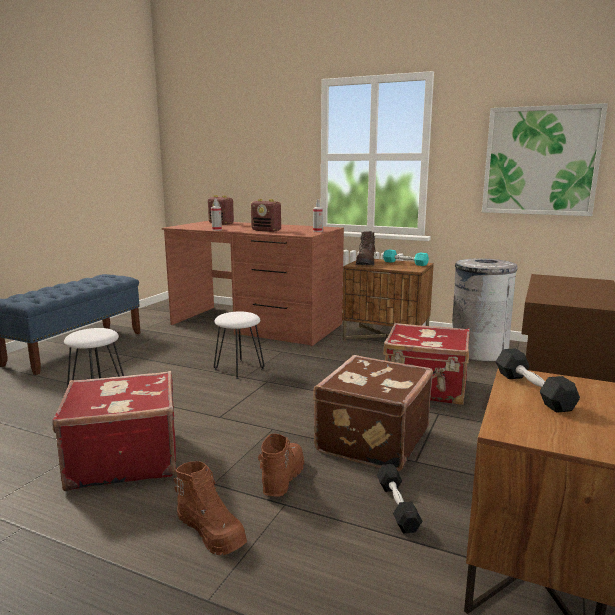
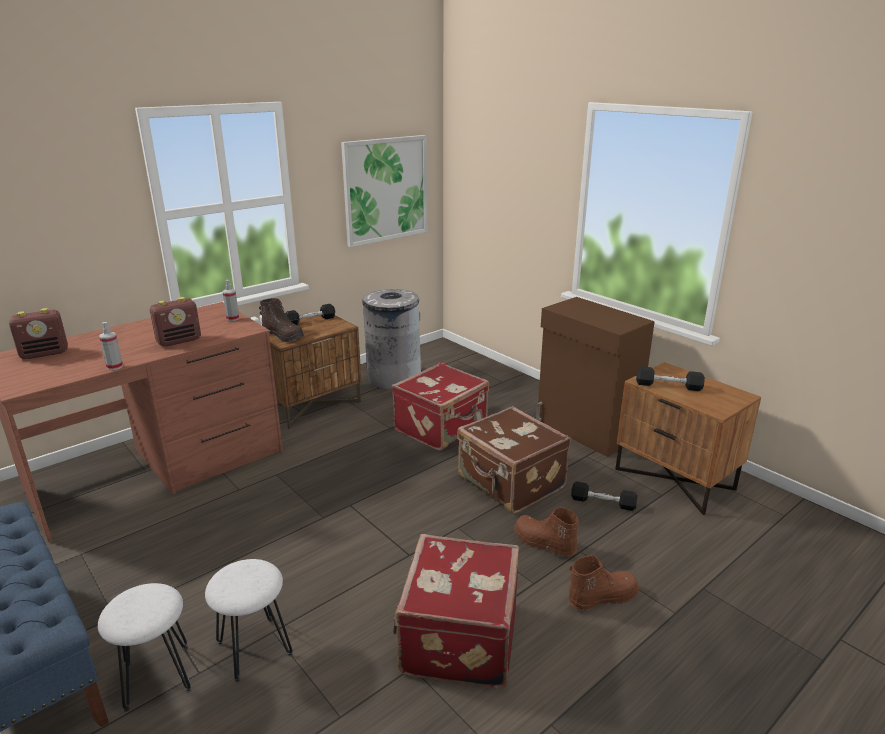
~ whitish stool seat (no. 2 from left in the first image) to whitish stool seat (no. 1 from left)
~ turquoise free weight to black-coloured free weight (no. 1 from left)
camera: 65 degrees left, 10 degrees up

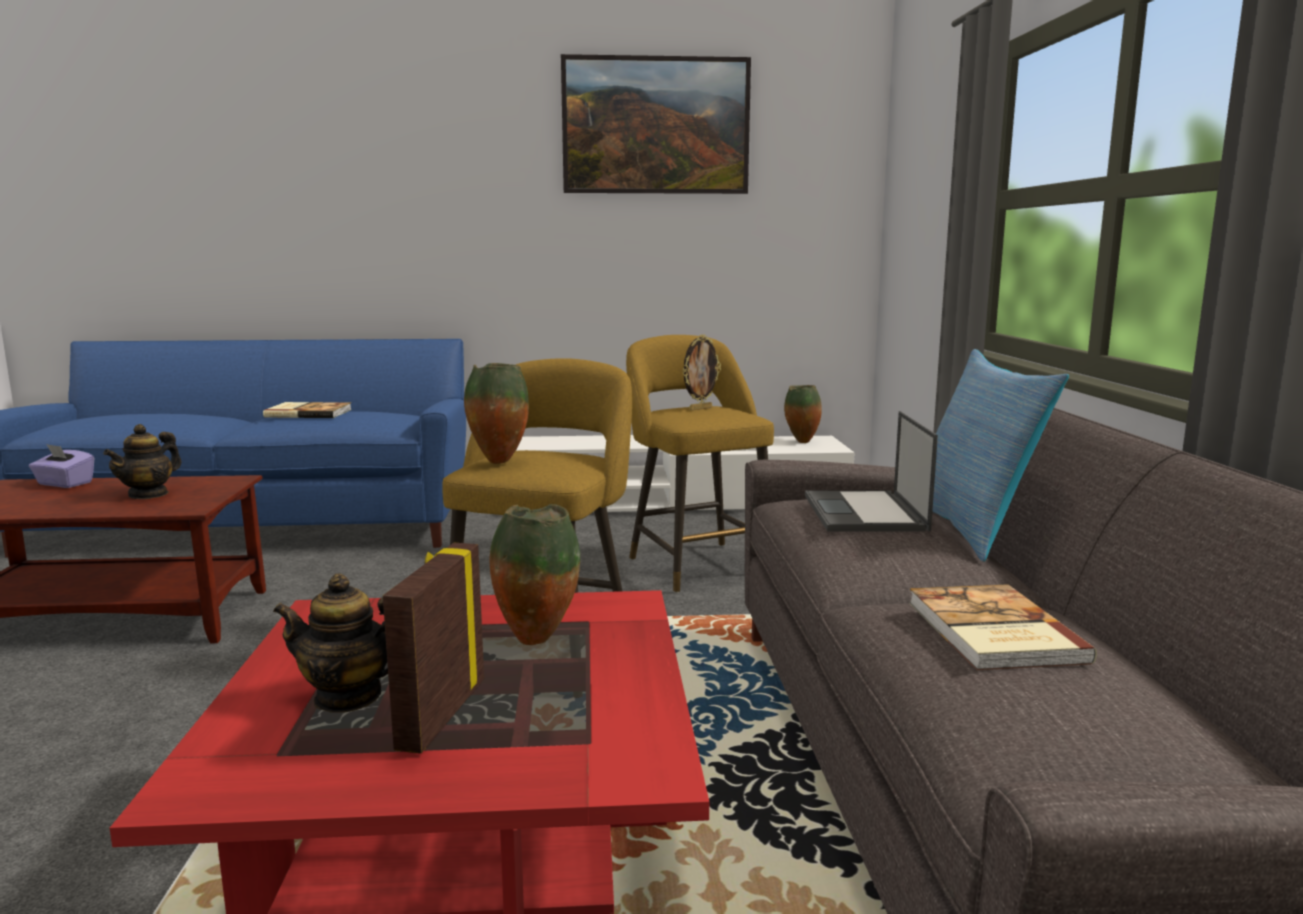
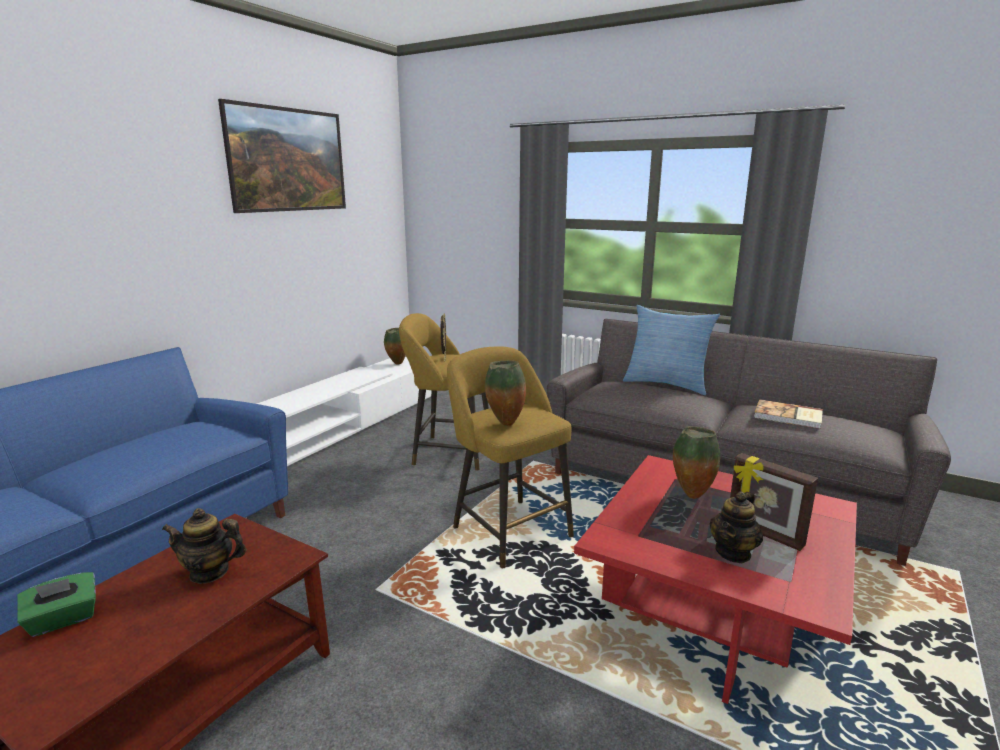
~ purplish tissue holder to green tissue holder
~ tea pot (no. 1 from left) 120 degrees clockwise
- volume (no. 1 from left)
- portable computer
camera: 55 degrees left, 5 degrees up

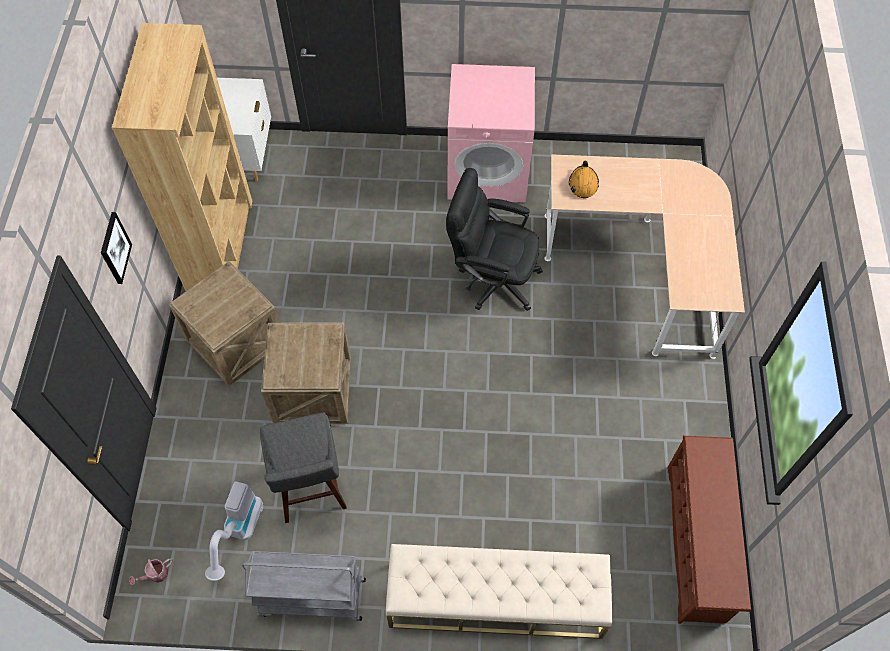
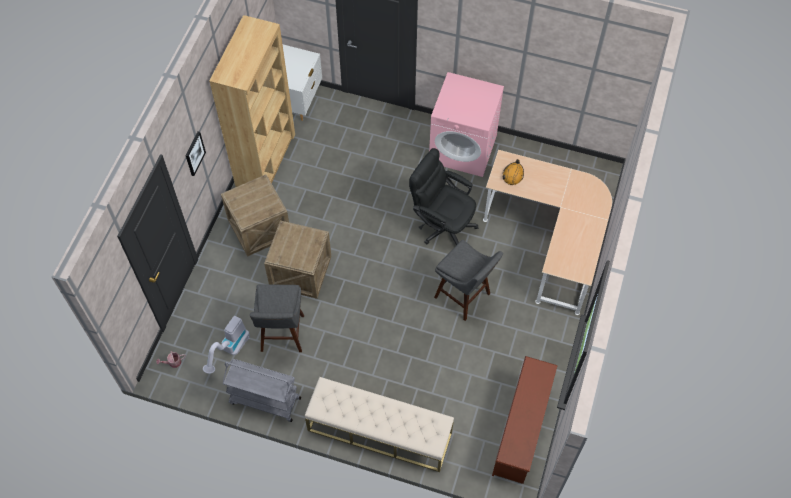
+ greyish stool seat (no. 2 from left)
camera: 15 degrees right, 0 degrees up

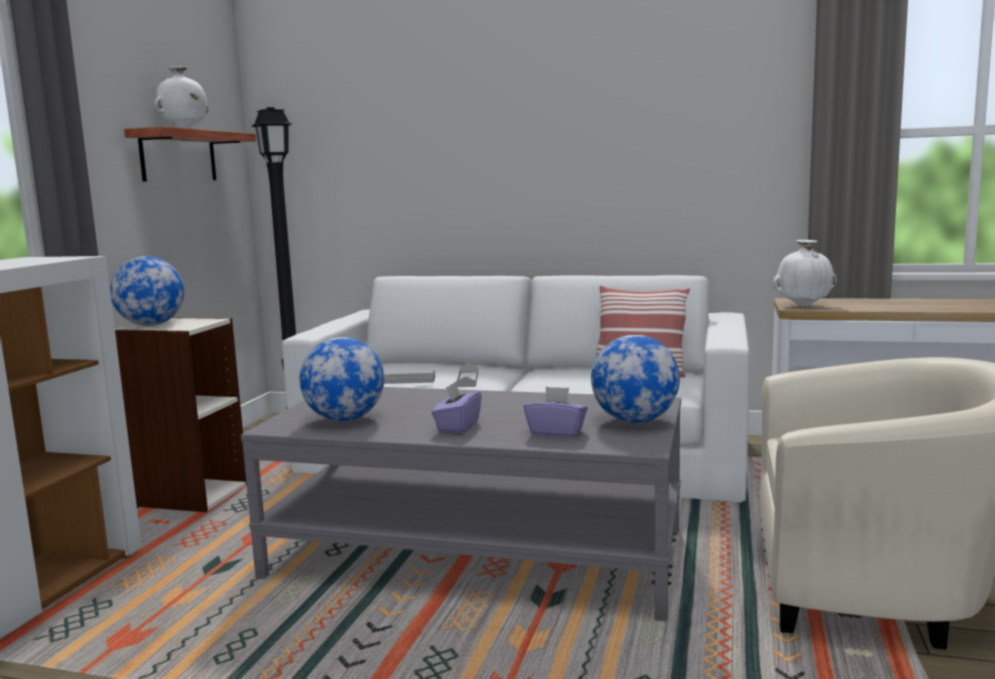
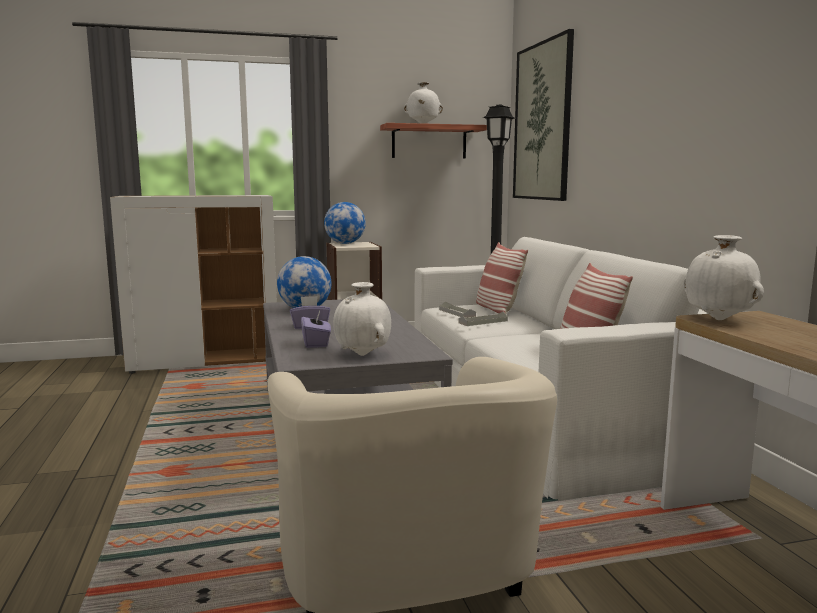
~ world globe (no. 3 from left) to whitish flower vase (no. 1 from left)
+ cushion (no. 1 from left)
+ wall art
camera: 60 degrees right, 0 degrees up

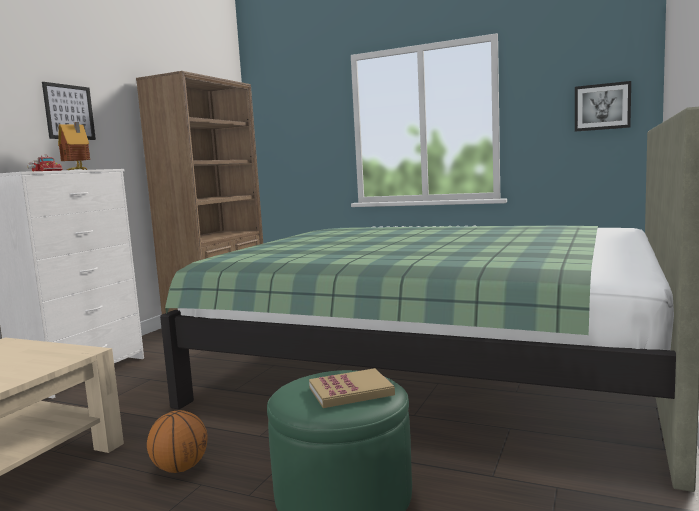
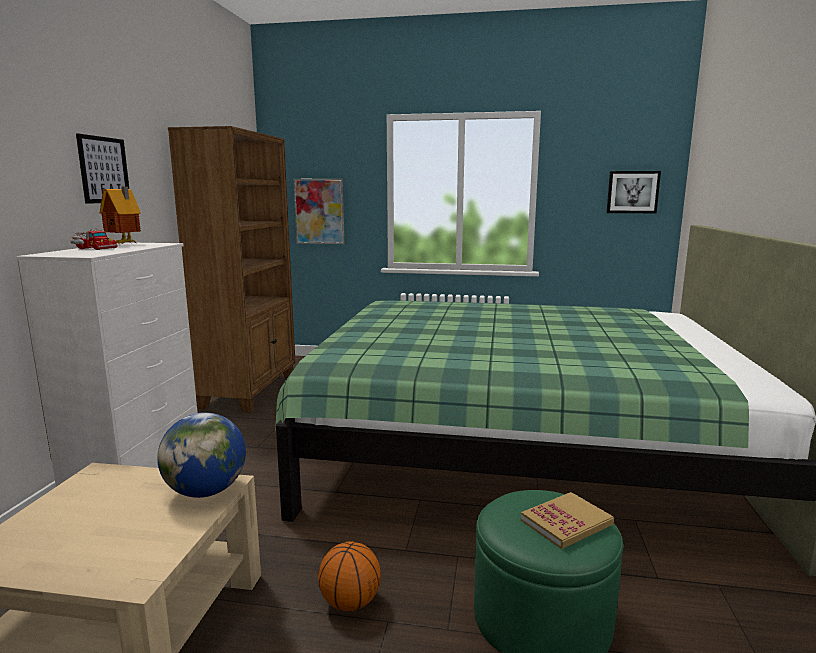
+ world globe
+ wall art (no. 2 from left)
camera: 15 degrees left, 5 degrees up

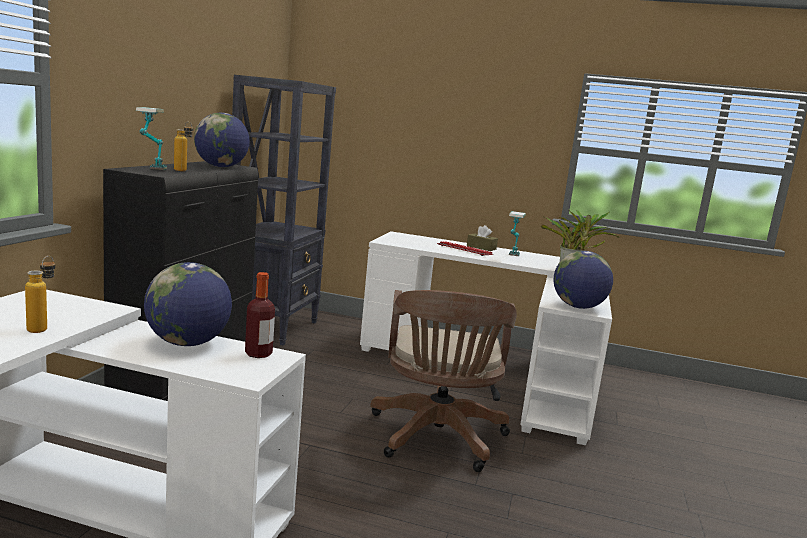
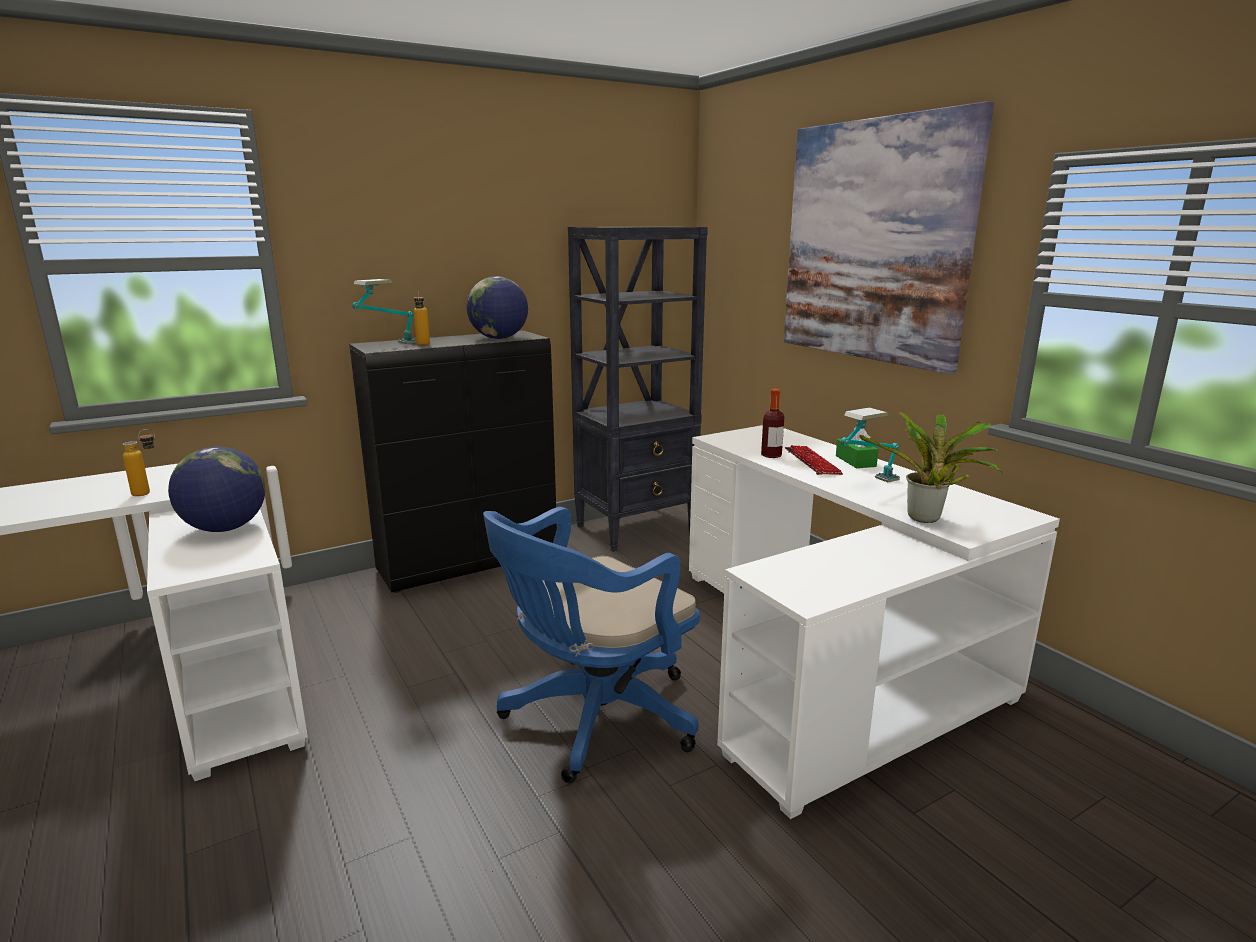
~ bottle (no. 3 from left)
~ brown office chair to blue office chair
~ brown tissue holder to green tissue holder
- world globe (no. 3 from left)
+ wall art
camera: 45 degrees right, 5 degrees up

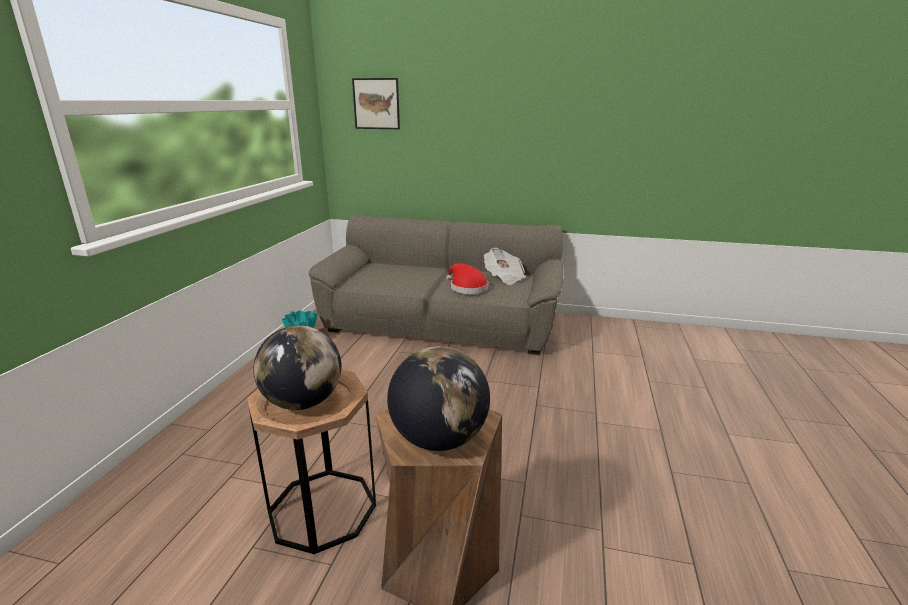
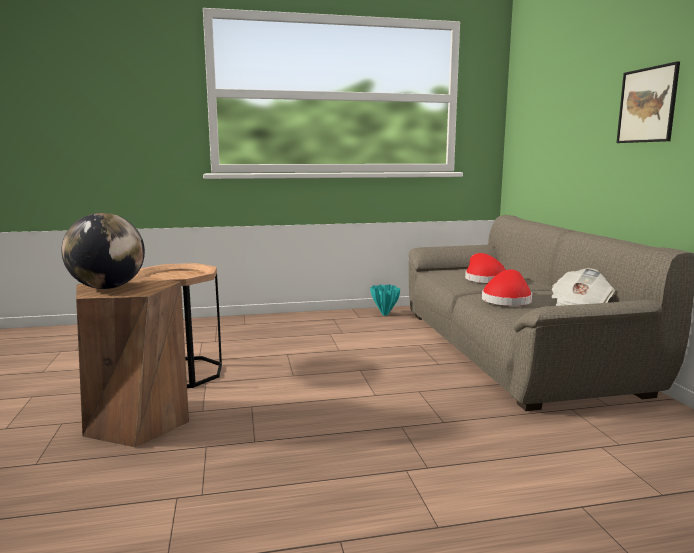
- world globe (no. 1 from left)
~ wall art
+ red-coloured wearable hat (no. 1 from left)
camera: 65 degrees right, 10 degrees down

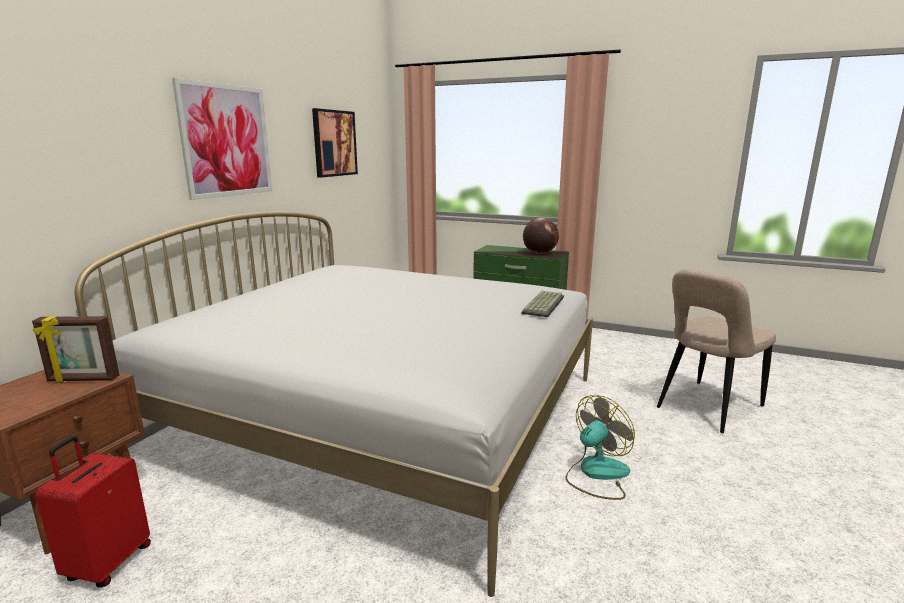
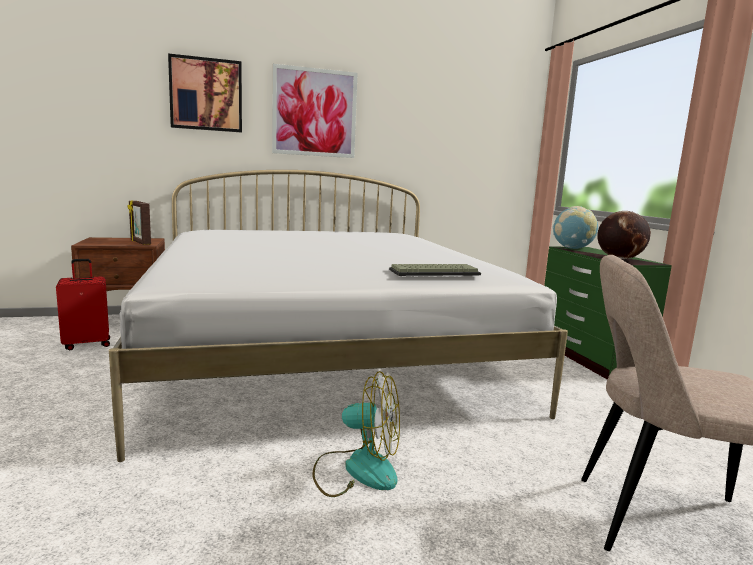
~ wall art (no. 2 from left in the first image) to wall art (no. 1 from left)
+ world globe (no. 1 from left)
camera: 50 degrees right, 5 degrees down

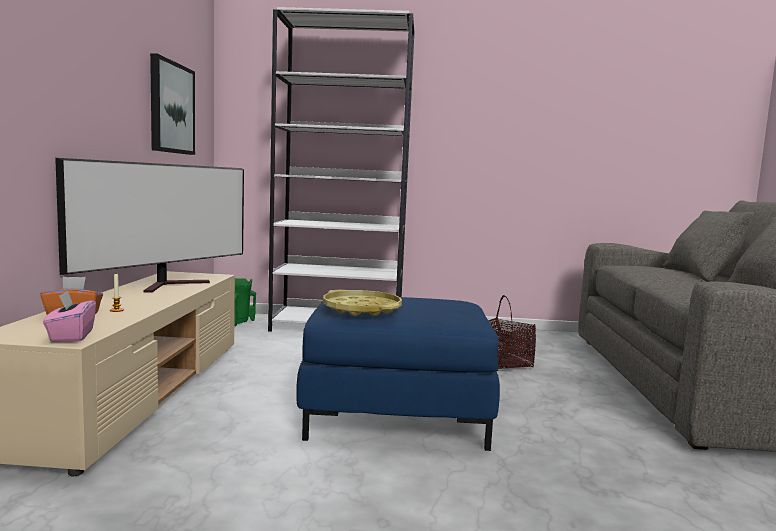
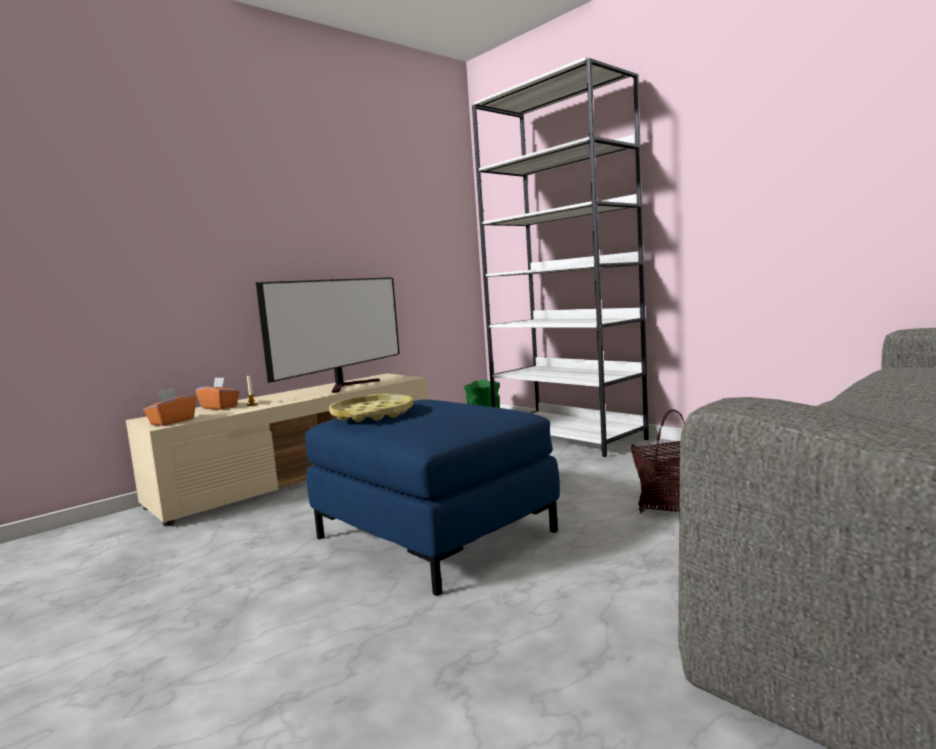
~ pinkish tissue holder to orangey tissue holder (no. 1 from left)
~ TV 45 degrees counterclockwise
- wall art
camera: 45 degrees right, 0 degrees up

